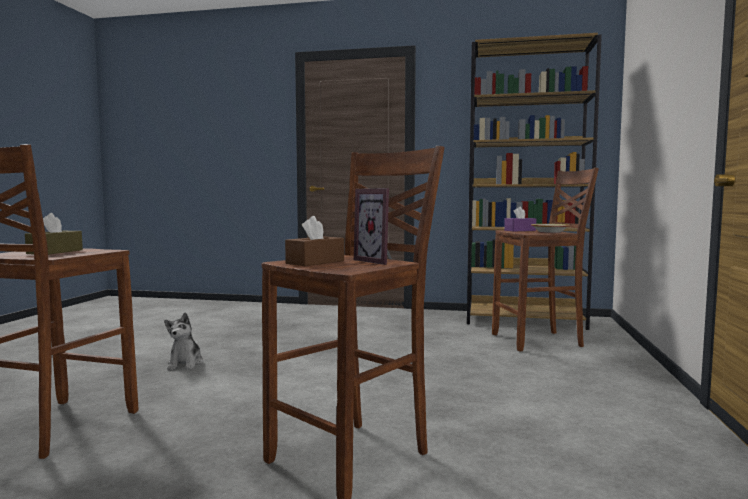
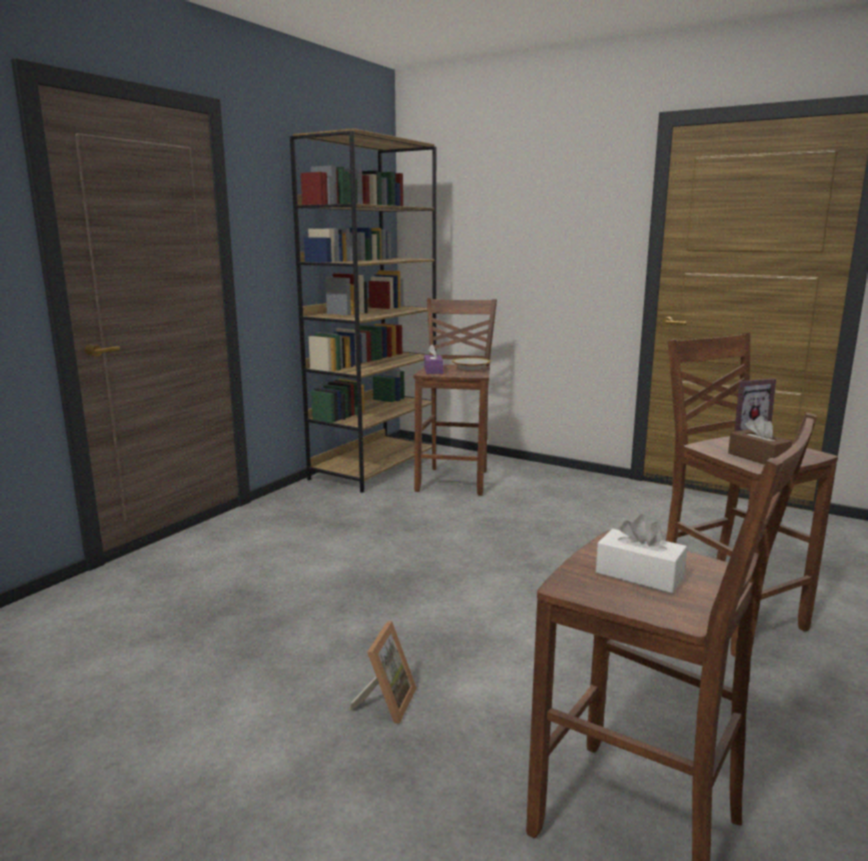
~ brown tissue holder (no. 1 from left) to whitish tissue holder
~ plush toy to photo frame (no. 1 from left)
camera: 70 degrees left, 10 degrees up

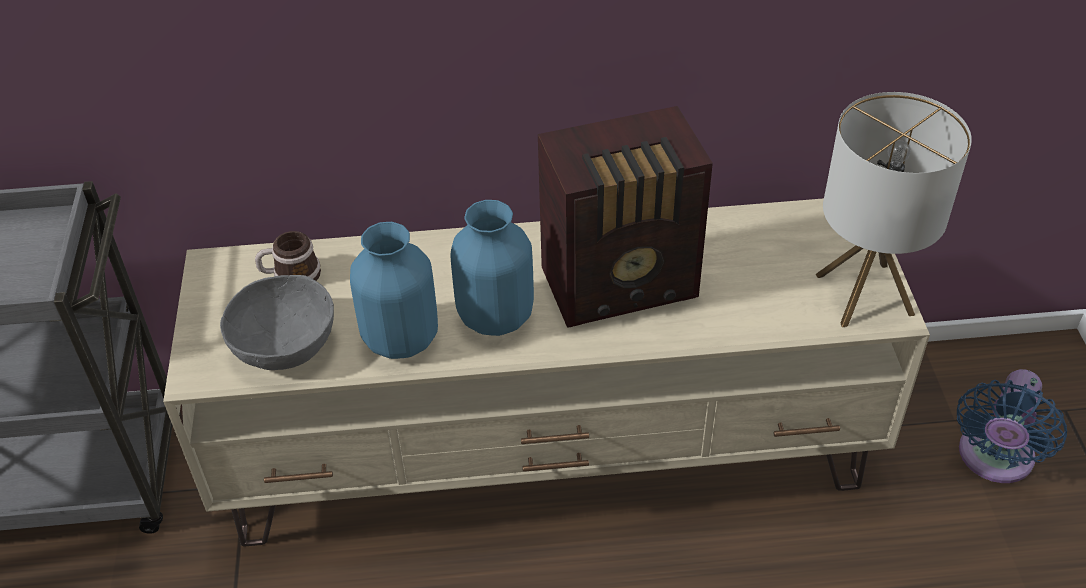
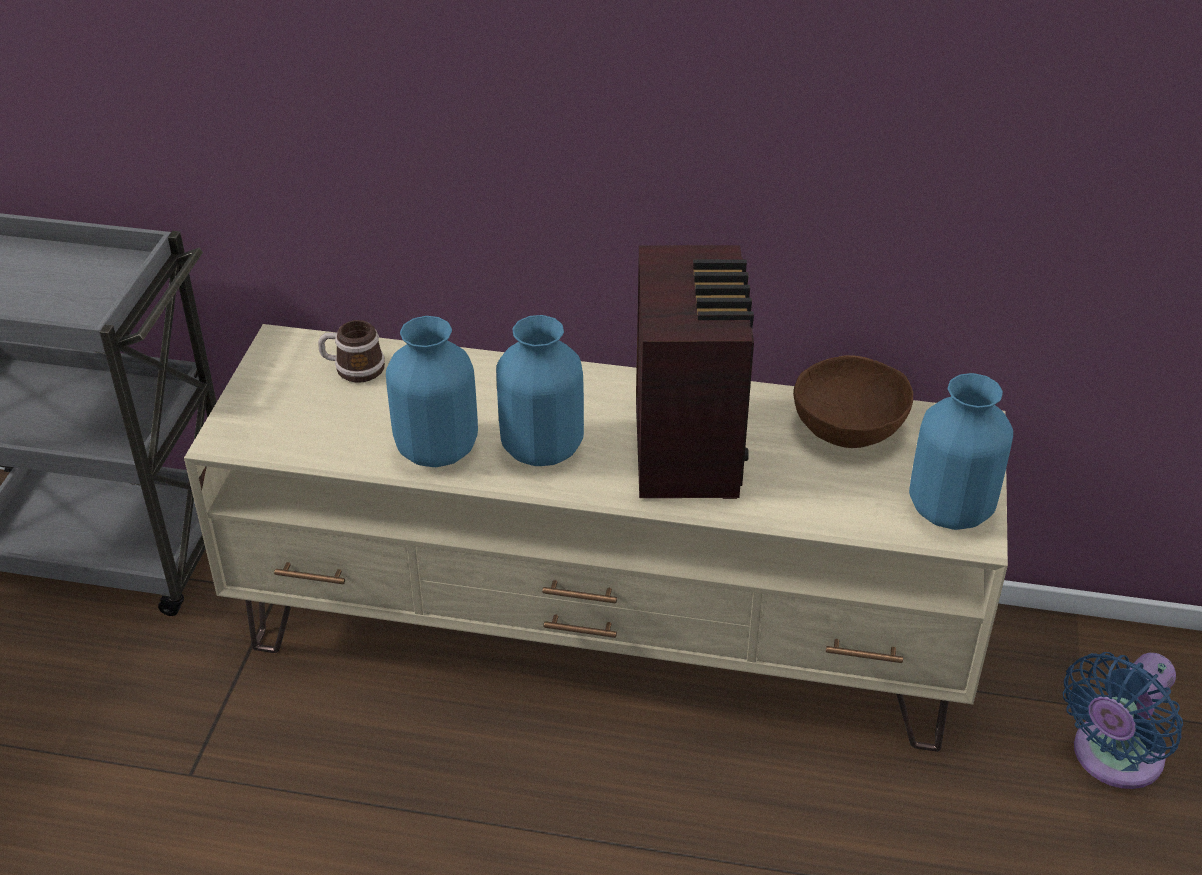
- greyish deep dish
~ radio receiver 90 degrees counterclockwise
~ tabletop lamp to blue flower vase (no. 3 from left)
+ brown deep dish
camera: 15 degrees right, 5 degrees down

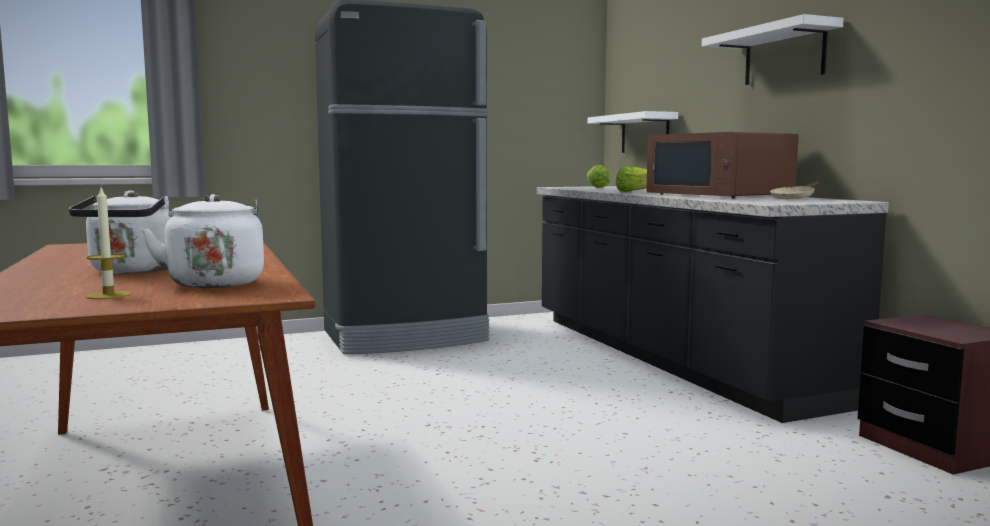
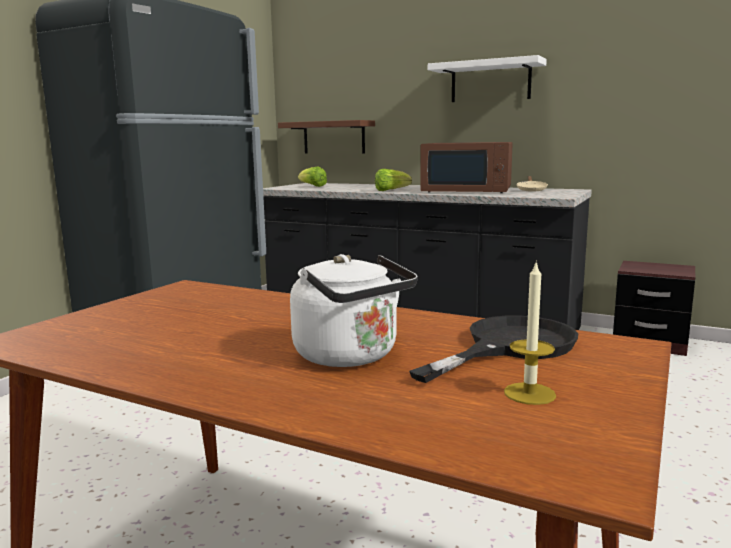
~ whitish tea kettle (no. 2 from left) to black-coloured frying pan
~ whitish wall shelf (no. 1 from left) to brown wall shelf
camera: 40 degrees left, 5 degrees up

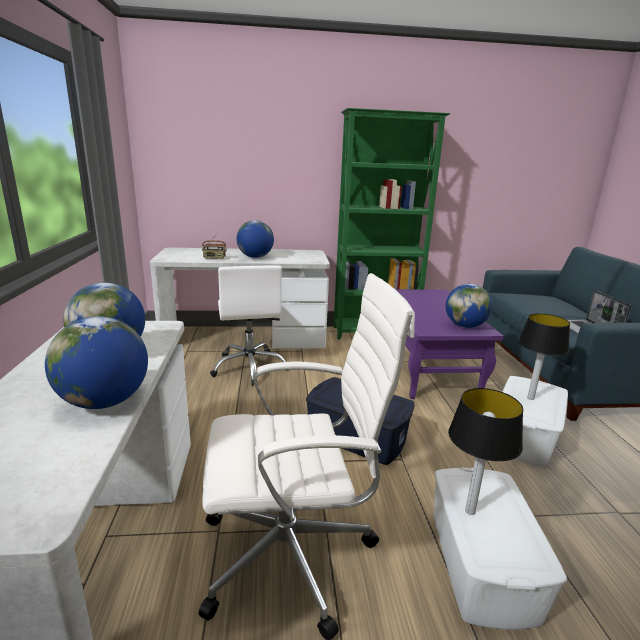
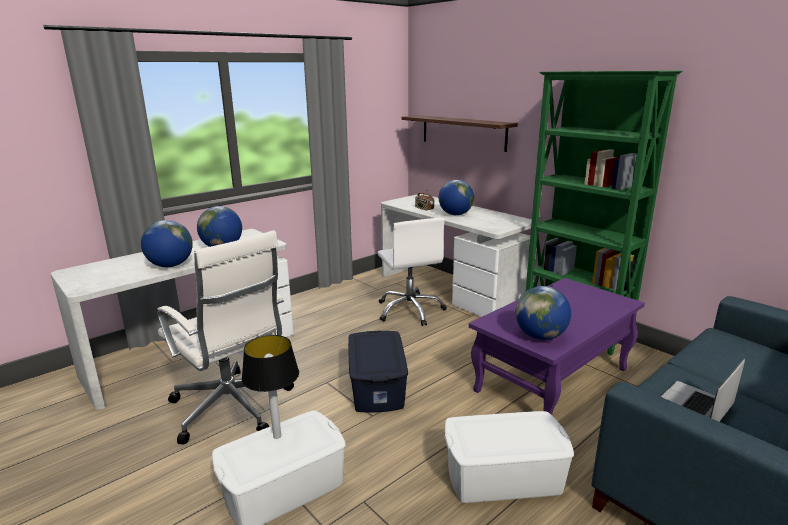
~ whitish office chair (no. 1 from left in the first image) 60 degrees counterclockwise
- tabletop lamp (no. 2 from left)
+ wall shelf
camera: 55 degrees right, 0 degrees up

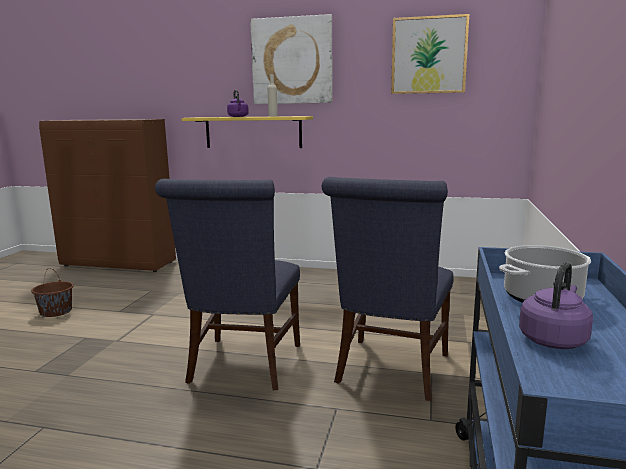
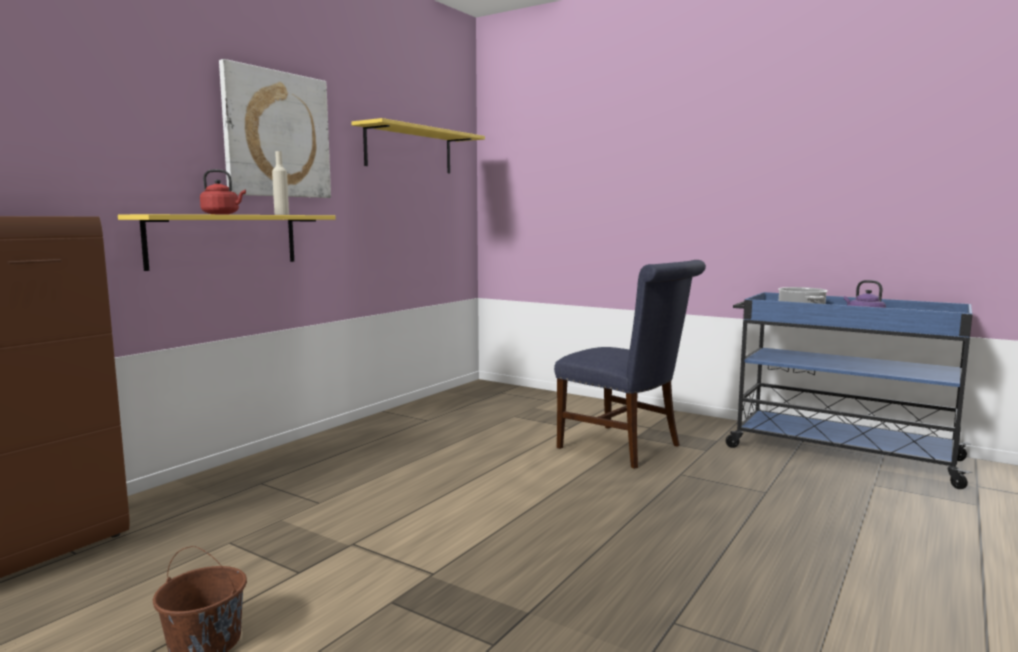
- blue chair (no. 1 from left)
~ purplish tea kettle (no. 1 from left) to red-coloured tea kettle
~ wall art (no. 2 from left) to yellowish wall shelf (no. 2 from left)
camera: 70 degrees left, 5 degrees down

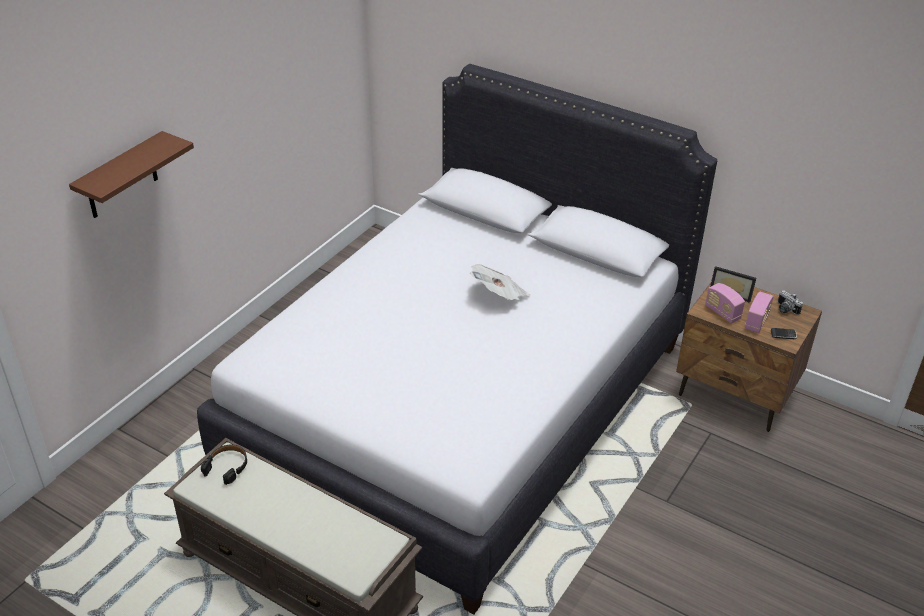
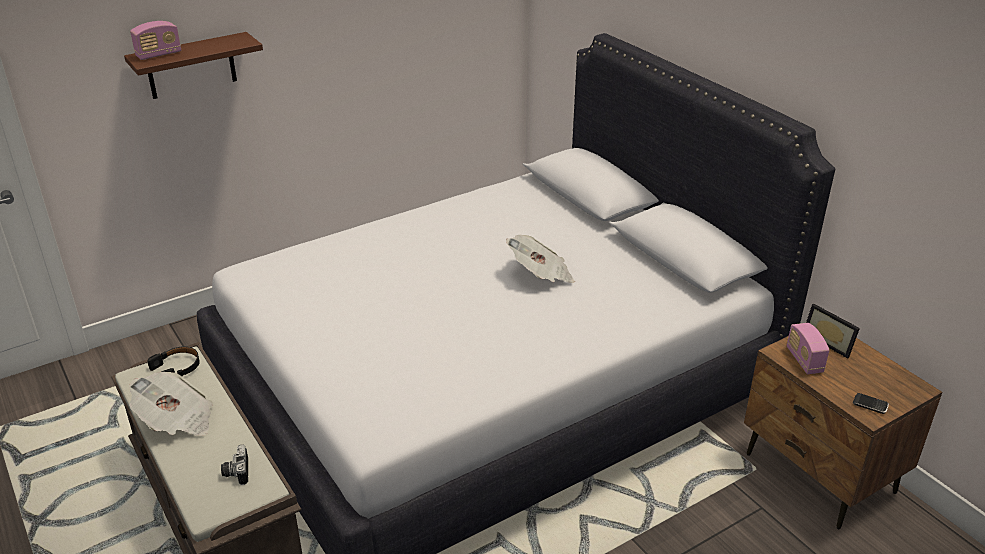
~ radio receiver (no. 2 from left in the first image) to radio receiver (no. 1 from left)
~ photo camera
+ newspaper (no. 1 from left)
camera: 25 degrees right, 5 degrees down

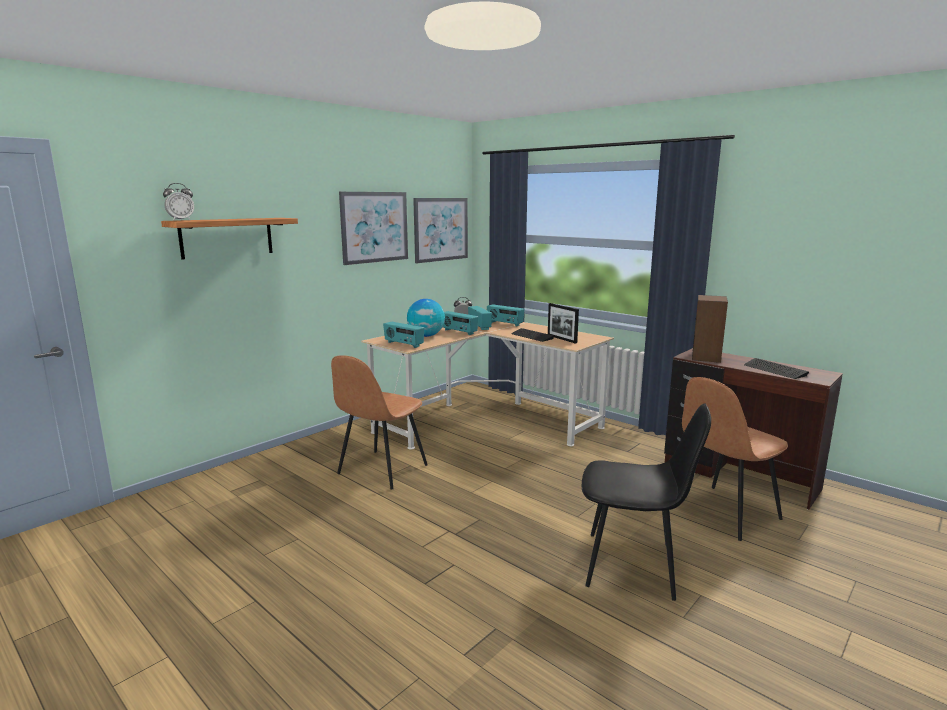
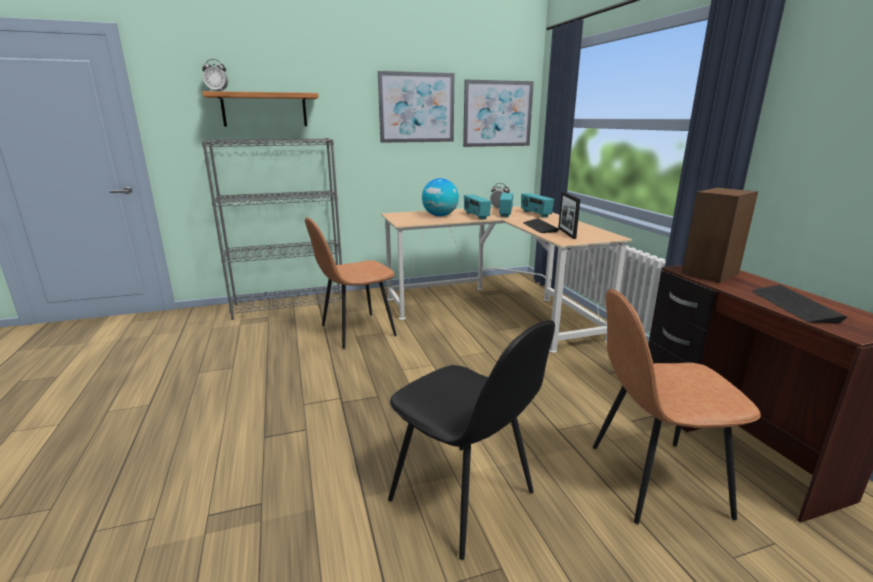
- radio receiver (no. 1 from left)
+ greyish bookcase
camera: 30 degrees right, 5 degrees up

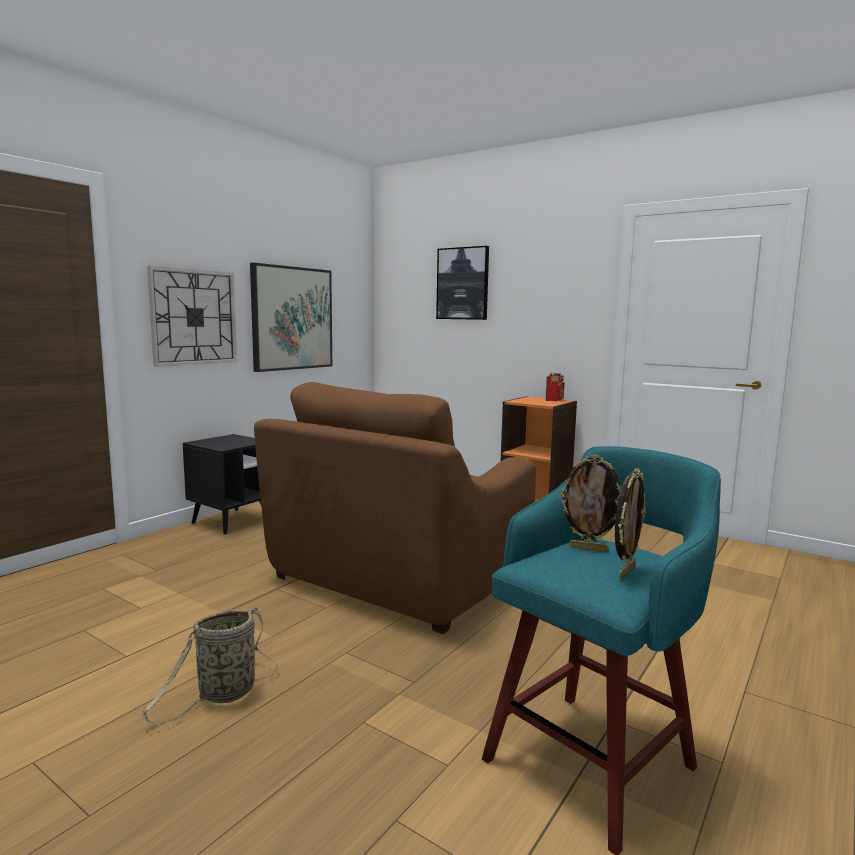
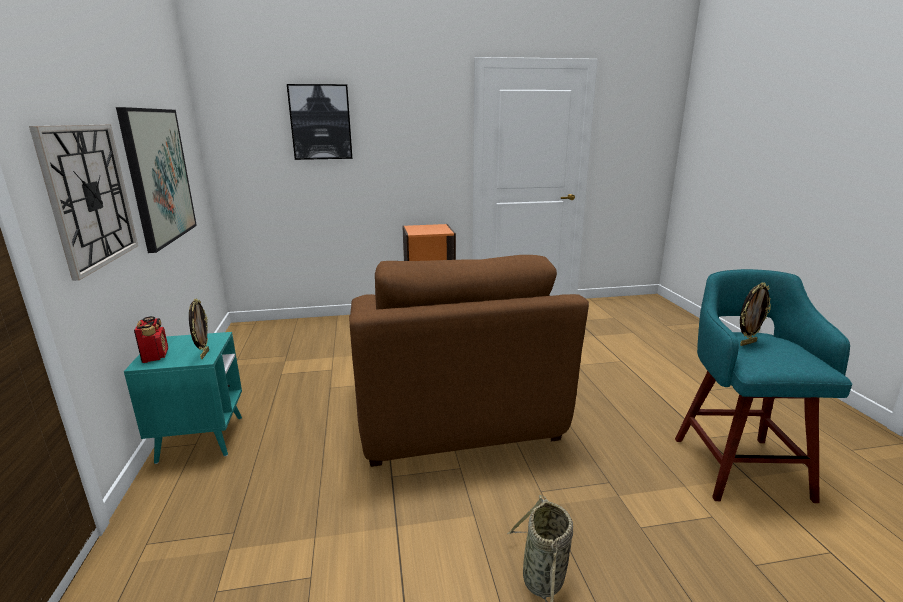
~ black-coloured accent table to turquoise accent table
~ radio receiver
~ photo frame (no. 2 from left in the first image) to photo frame (no. 1 from left)
camera: 45 degrees left, 10 degrees up

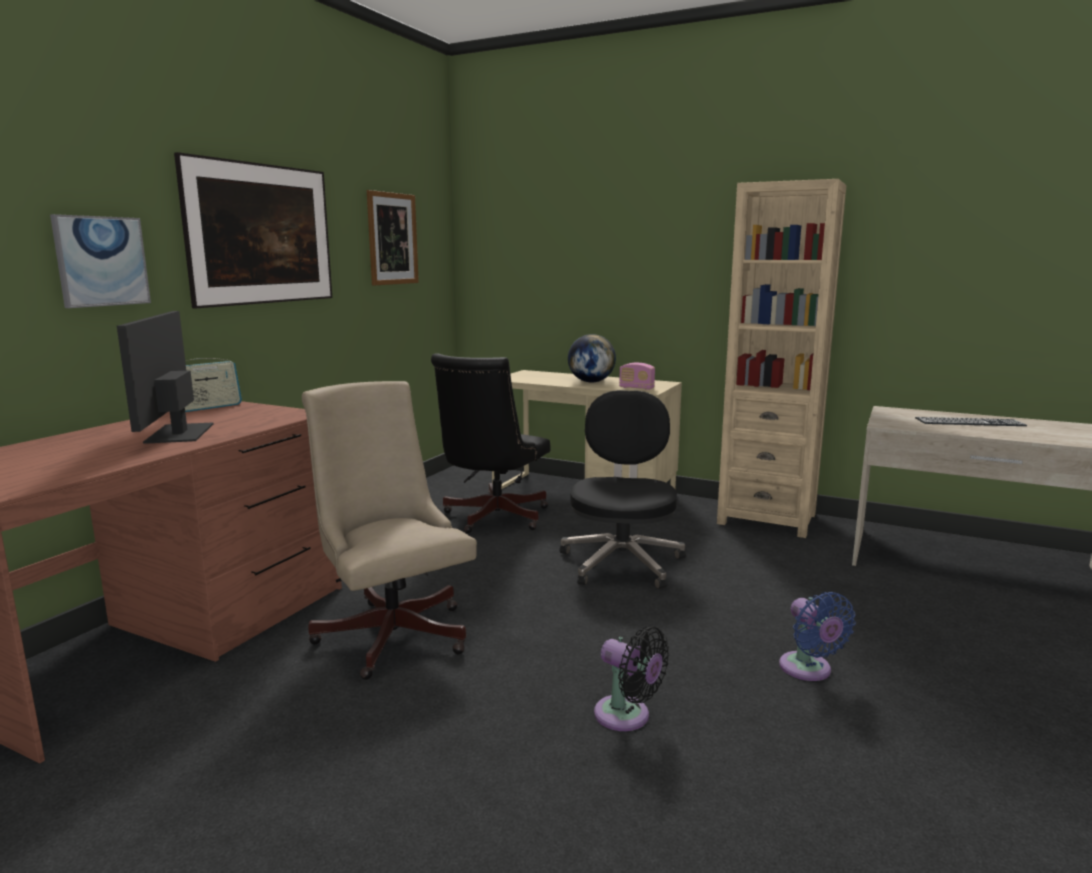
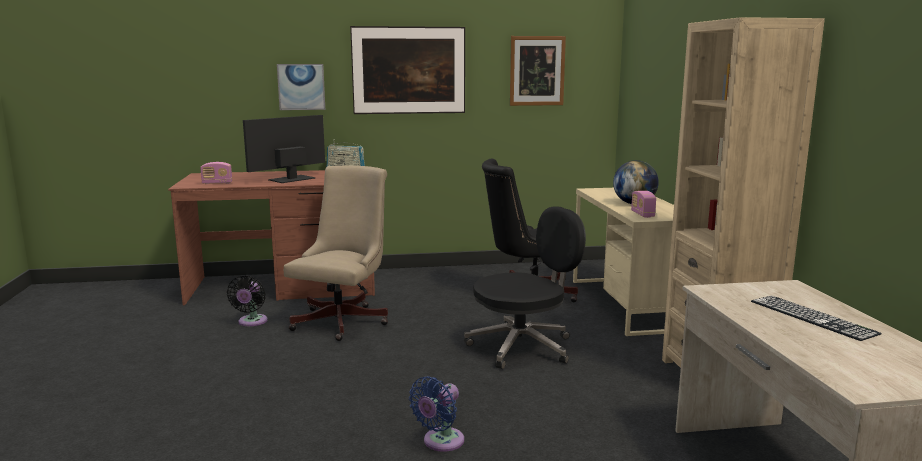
~ black-coloured electric fan
+ radio receiver (no. 1 from left)
camera: 55 degrees right, 0 degrees up

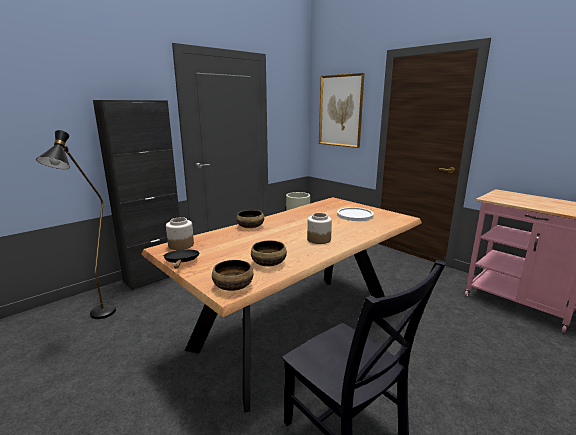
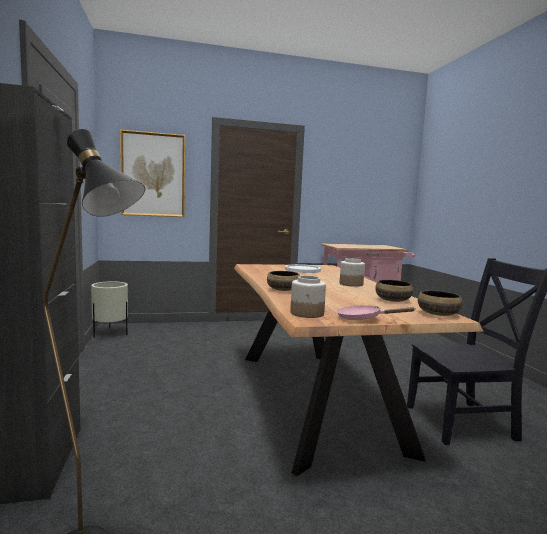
~ black-coloured frying pan to pinkish frying pan
camera: 60 degrees left, 10 degrees down

